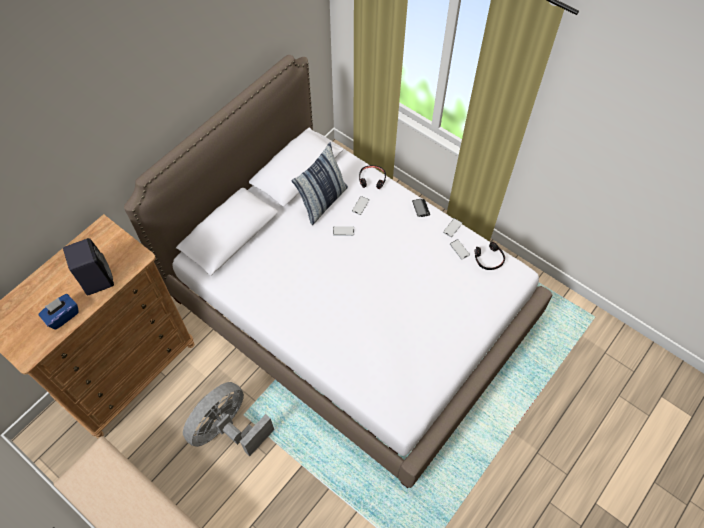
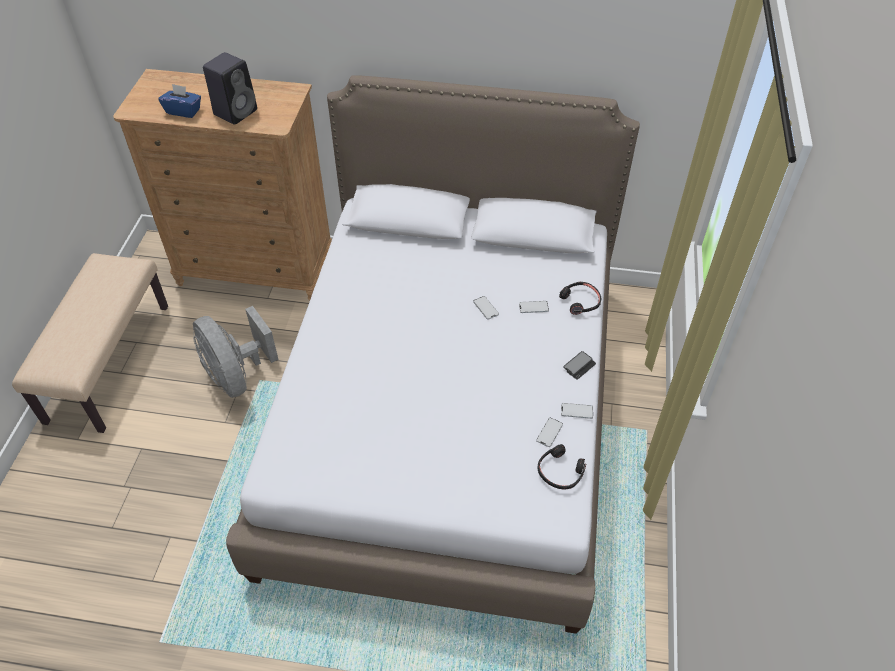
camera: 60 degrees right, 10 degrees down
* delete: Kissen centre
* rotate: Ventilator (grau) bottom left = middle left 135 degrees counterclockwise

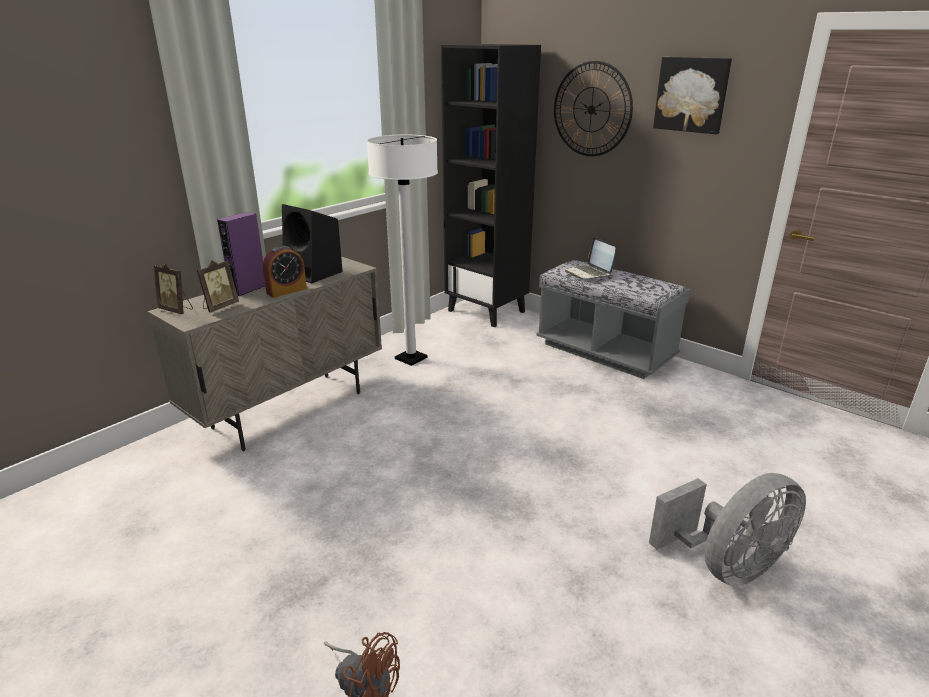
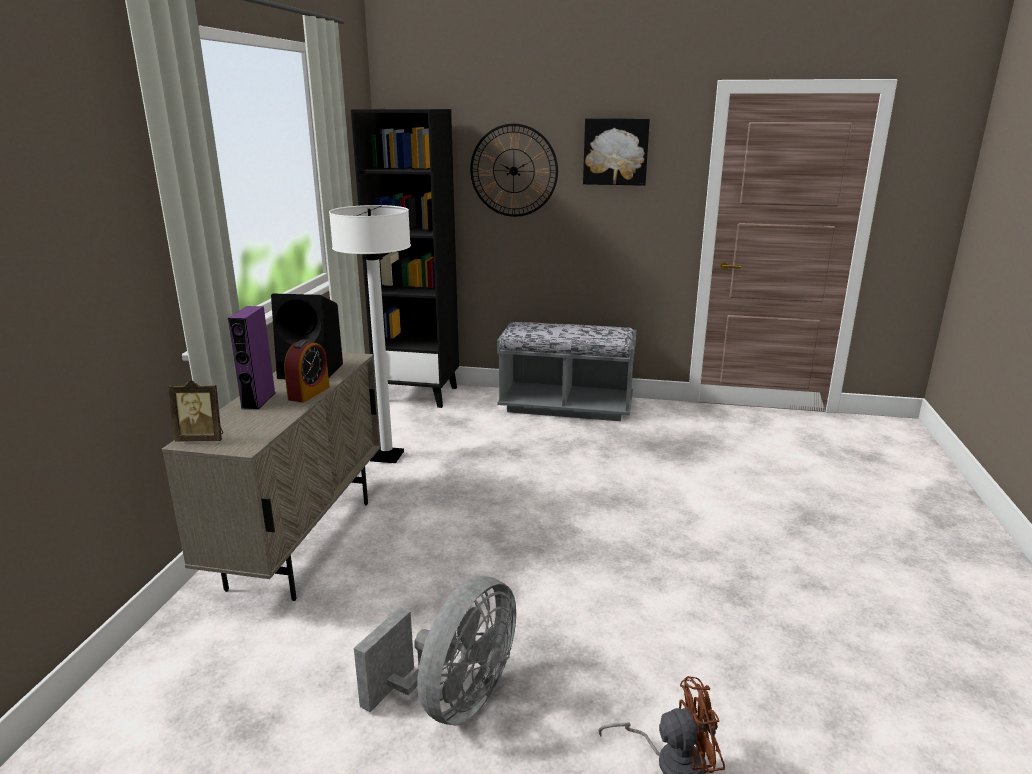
camera: 30 degrees left, 5 degrees down
* delete: Laptop centre
* delete: Bilderrahmen (2nd from left) middle left
* move: Ventilator (grau) bottom right to bottom centre

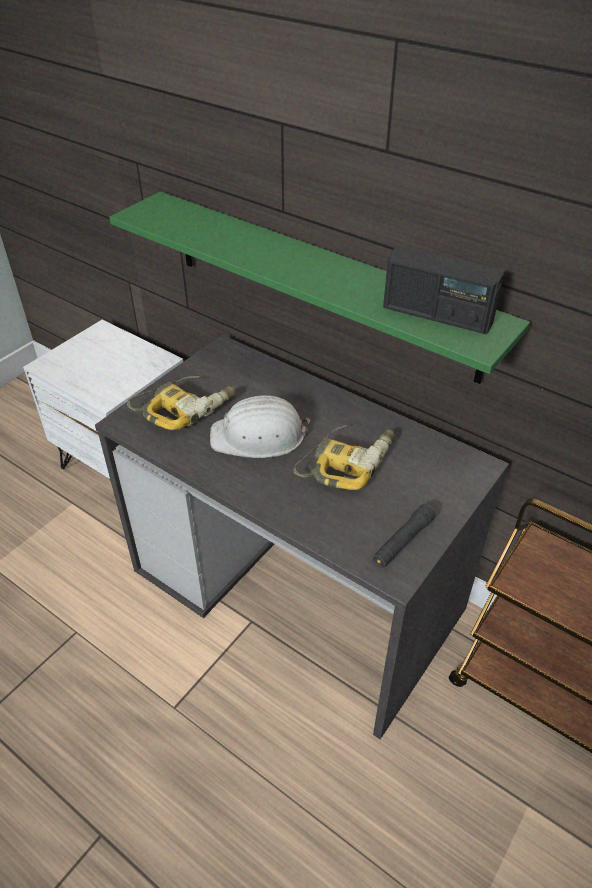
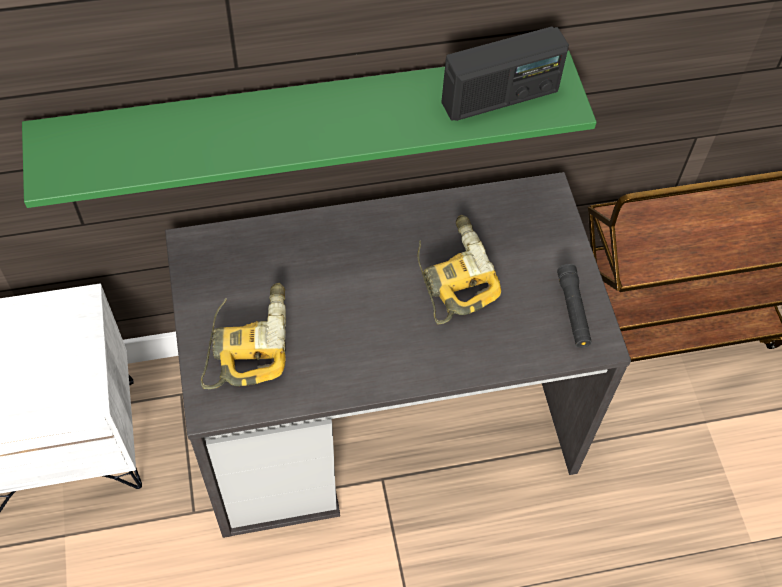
camera: 50 degrees left, 15 degrees up
* delete: Schutzhelm (weiß) centre

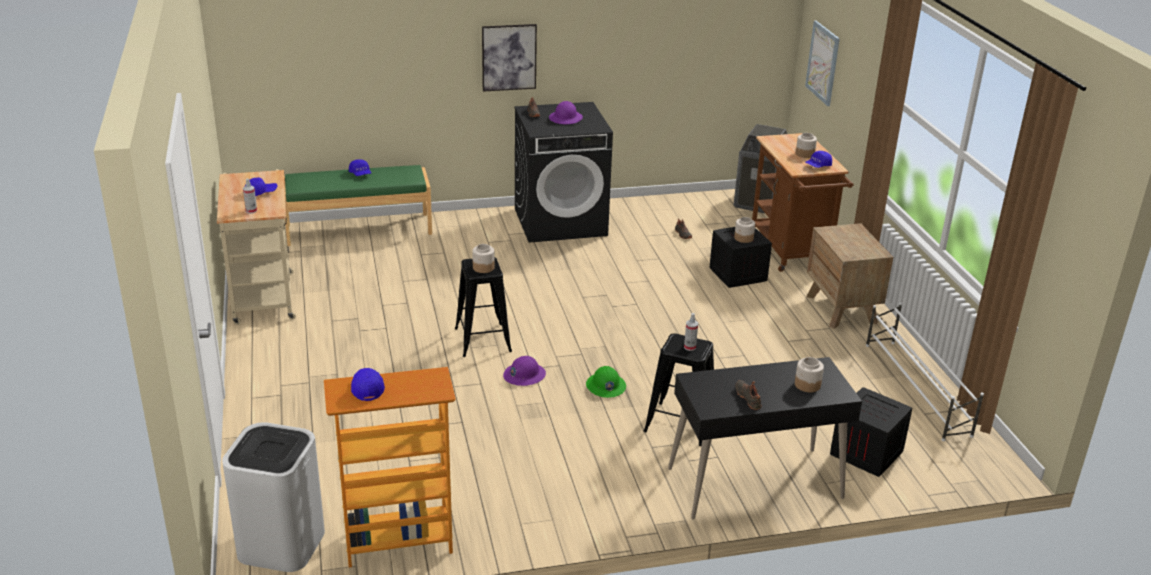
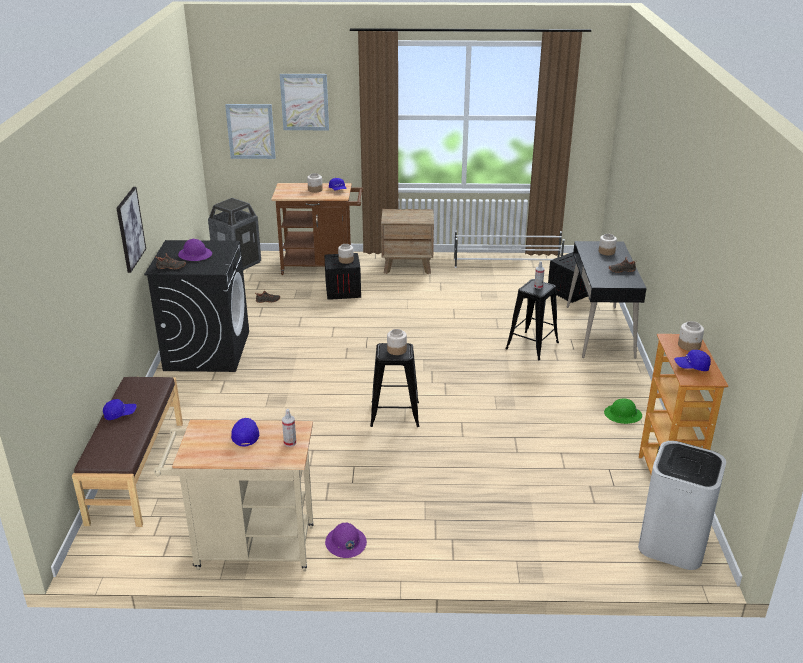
camera: 75 degrees left, 0 degrees up
* recolor: Bank (grün) middle left to Bank (braun) bottom left
* move: Schutzhelm (lila) (1st from left in the first image) centre to Schutzhelm (lila) (2nd from left) bottom centre
* move: Schutzhelm (grün) centre to middle right
* insert: Bild (3rd from left) top centre
* insert: Vorratsglas (5th from left) middle right

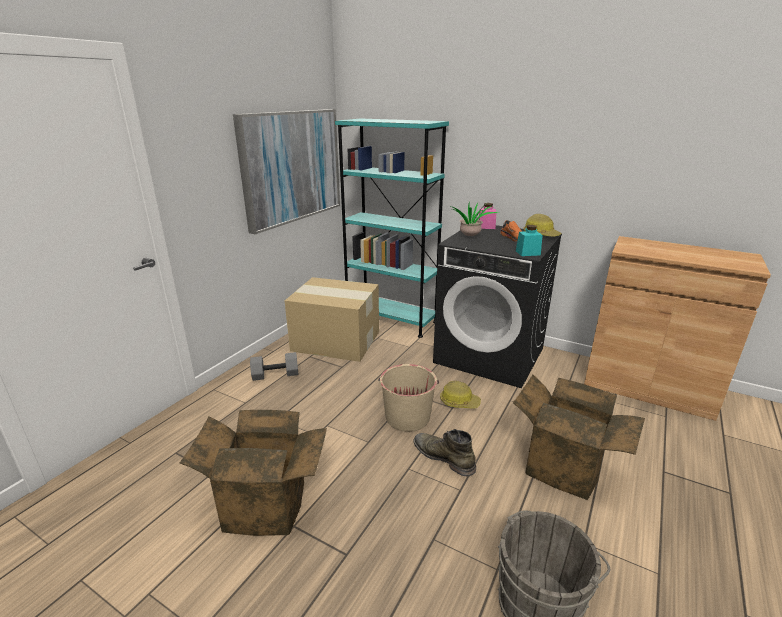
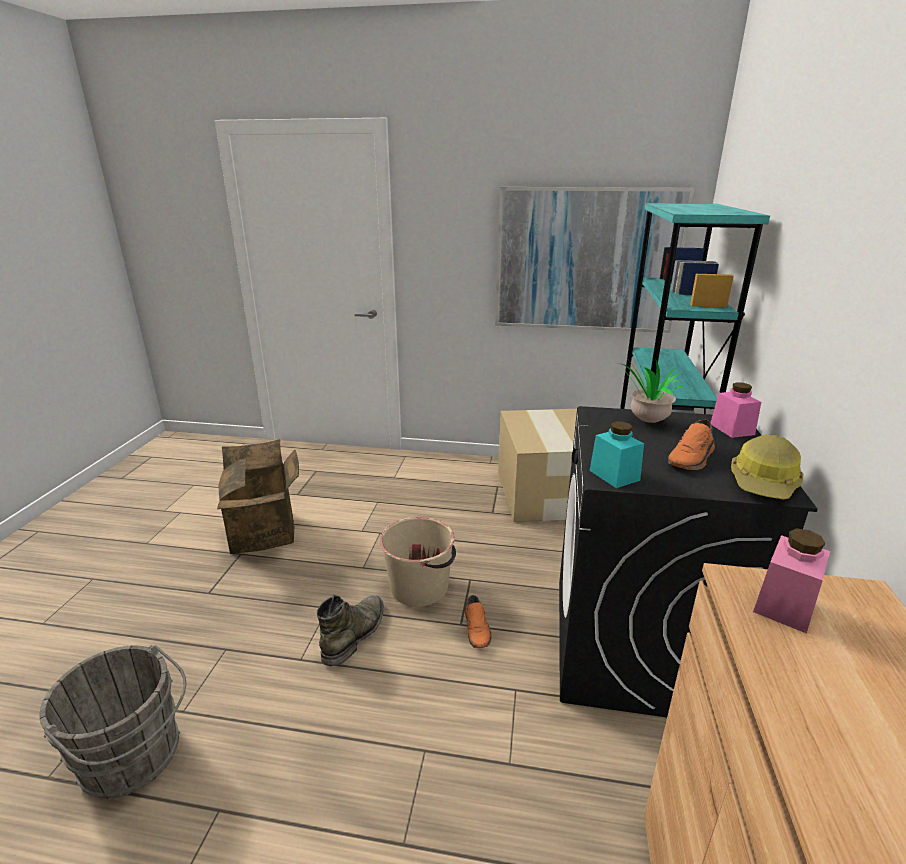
camera: 70 degrees right, 0 degrees up
* delete: Hantel (grau) centre
* delete: Karton (3rd from left) bottom right
* replace: Schutzhelm (1st from left) centre to Schuh (orange) (1st from left) bottom centre
* insert: Vorratsglas (rosa) (2nd from left) bottom right

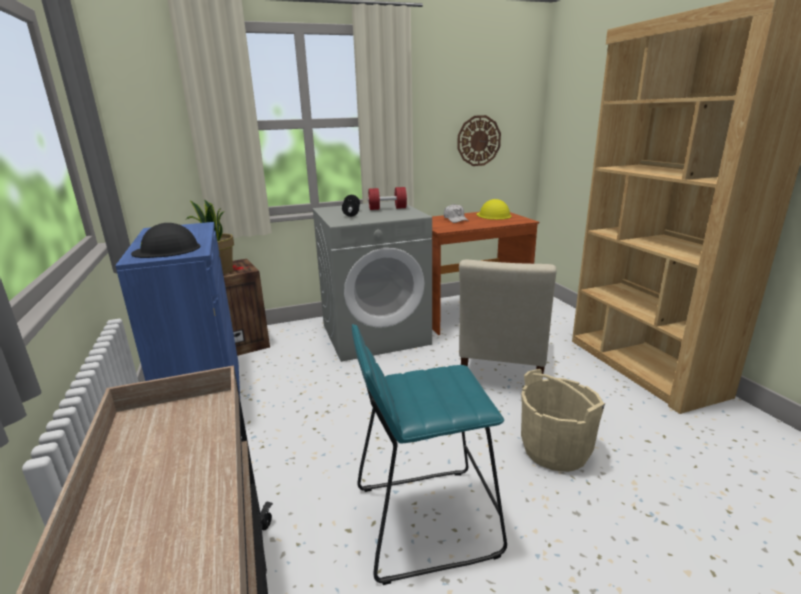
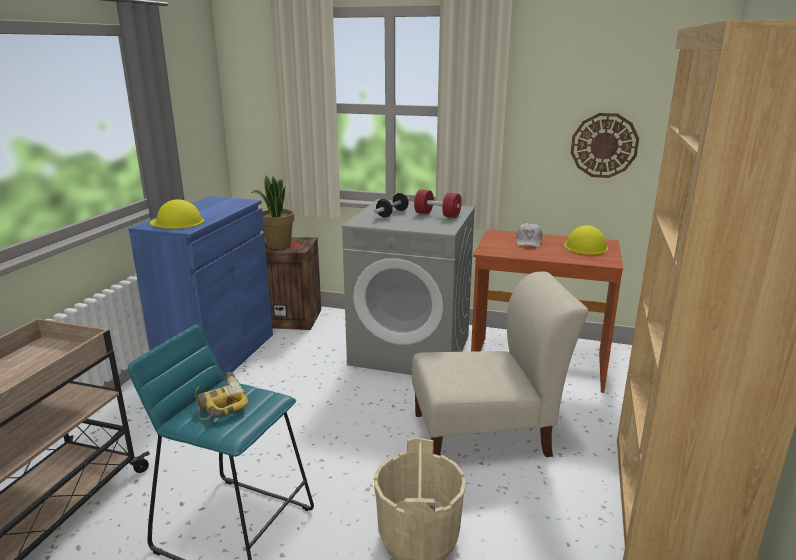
camera: 35 degrees right, 0 degrees up
* recolor: Schutzhelm (schwarz) middle left to Schutzhelm (gelb) (1st from left) middle left
* rotate: Stuhl (beige) centre = centre 150 degrees counterclockwise
* insert: Bohrmaschine bottom left

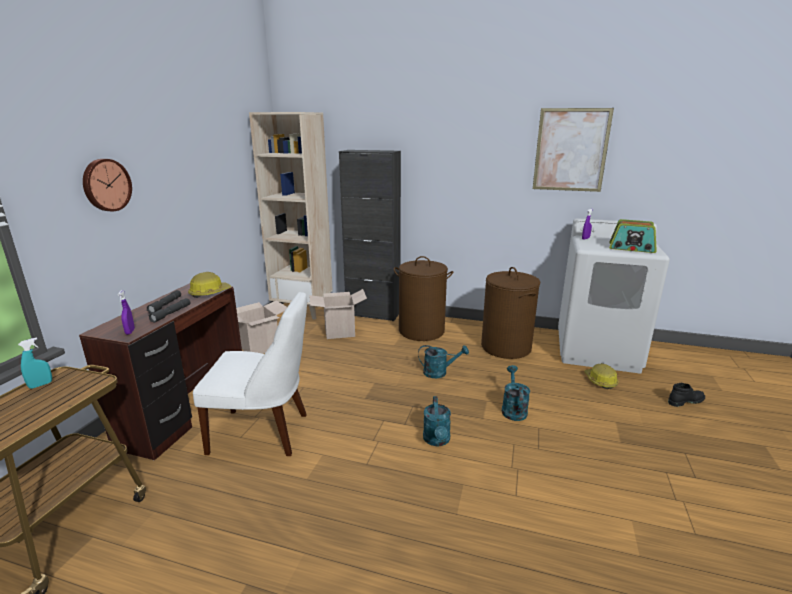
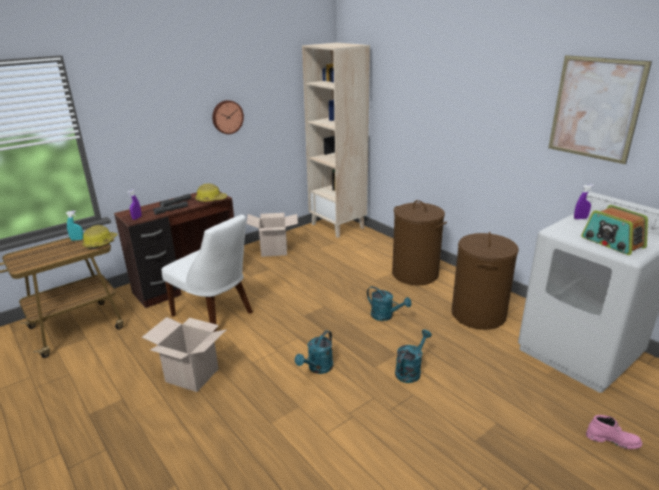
camera: 35 degrees right, 5 degrees up
* delete: Schrank (schwarz) centre
* move: Wanduhr top left to top centre
* move: Karton (2nd from left in the first image) centre to Karton (1st from left) bottom left
* move: Schutzhelm (2nd from left in the first image) middle right to Schutzhelm (1st from left) middle left
* recolor: Stiefel (schwarz) middle right to Stiefel (rosa) bottom right

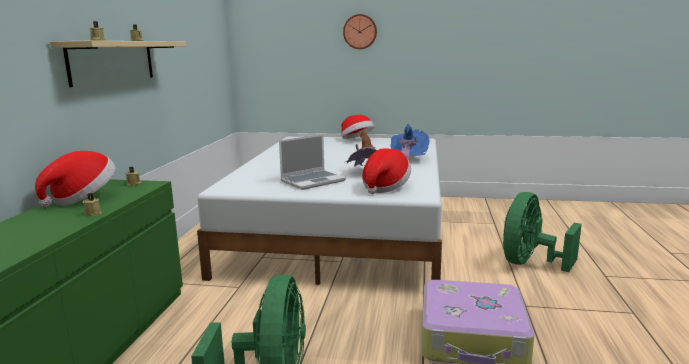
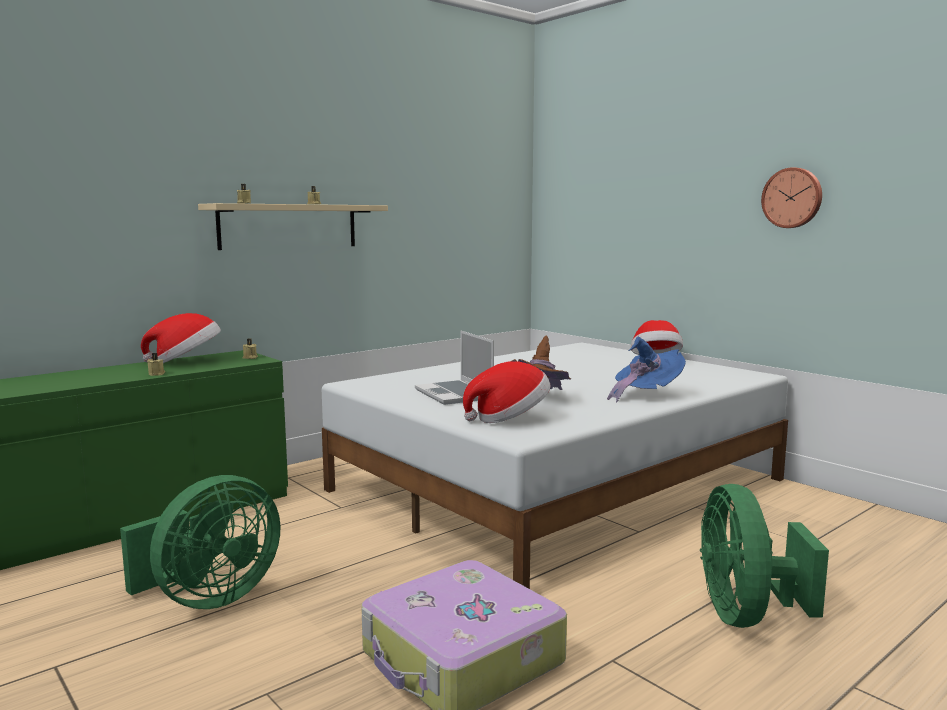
camera: 40 degrees right, 5 degrees down
* move: Wanduhr top centre to top right
* rotate: Laptop centre = centre 60 degrees clockwise
* rotate: Ventilator (grün) (2nd from left) middle right = bottom right 75 degrees counterclockwise

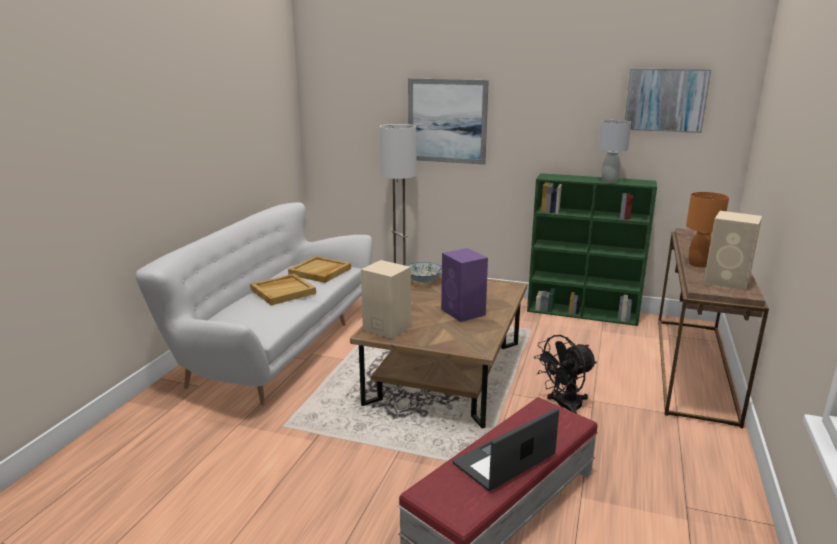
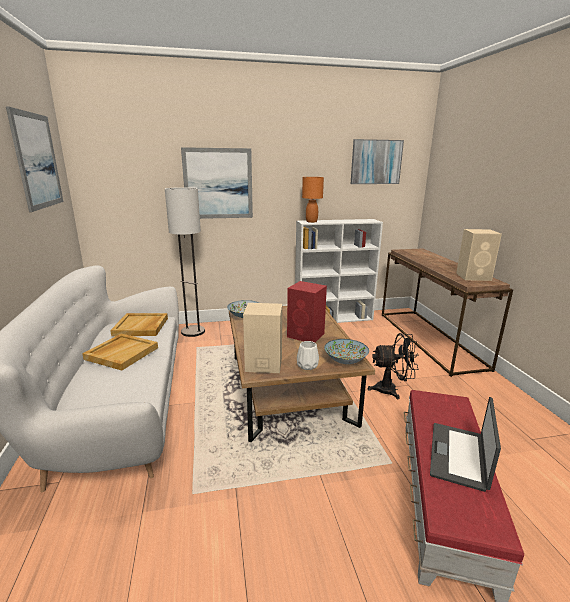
camera: 30 degrees left, 0 degrees up
* delete: Tischlampe (grau) top right
* recolor: Bücherregal (grün) middle right to Bücherregal (weiß) centre
* move: Tischlampe (orange) middle right to top centre
* recolor: Lautsprecher (lila) centre to Lautsprecher (rot) centre
* rotate: Ventilator (schwarz) bottom right = middle right 120 degrees counterclockwise
* insert: Bild (1st from left) top left
* insert: Schüssel (2nd from left) centre
* insert: Vase (weiß) centre

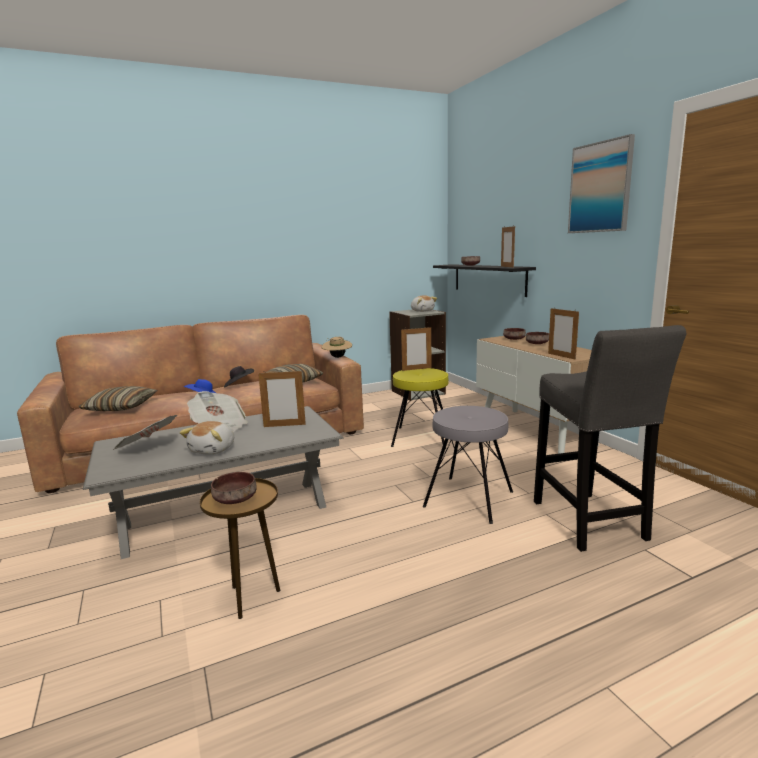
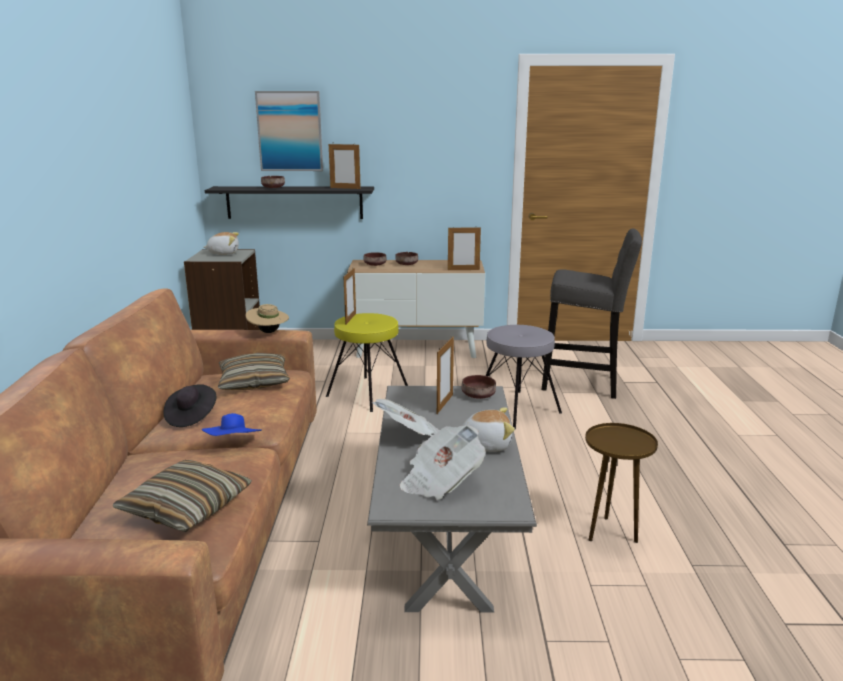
camera: 65 degrees left, 5 degrees up
* move: Bild top right to top centre
* rotate: Plüschtier (1st from left in the first image) middle left = centre 45 degrees counterclockwise
* move: Schüssel (braun) (1st from left in the first image) middle left to Schüssel (braun) (4th from left) centre

